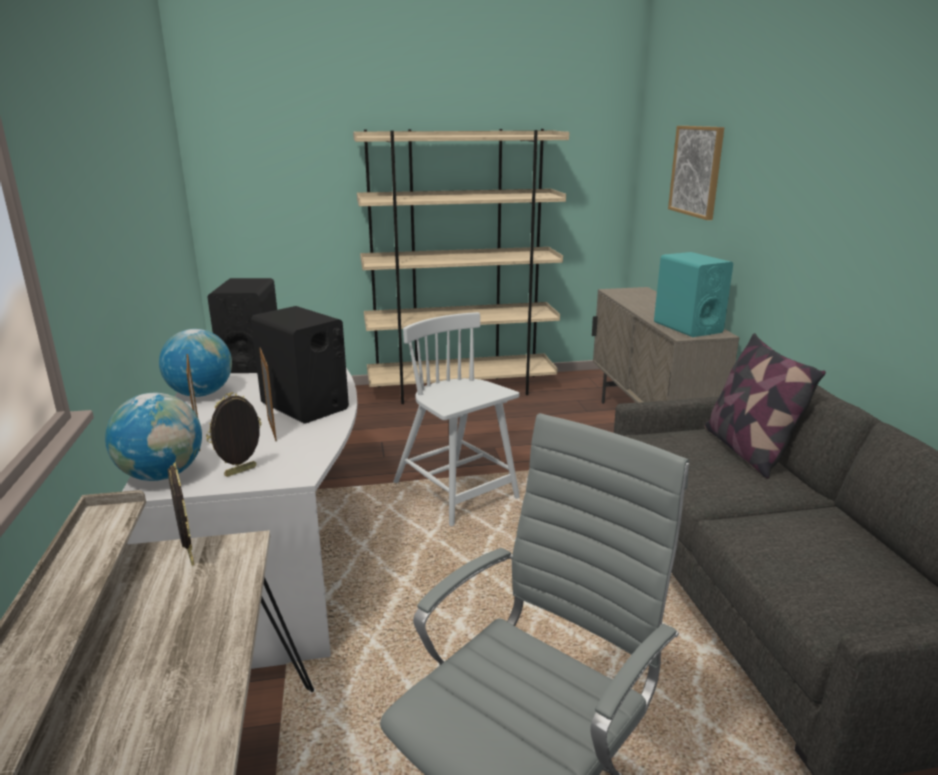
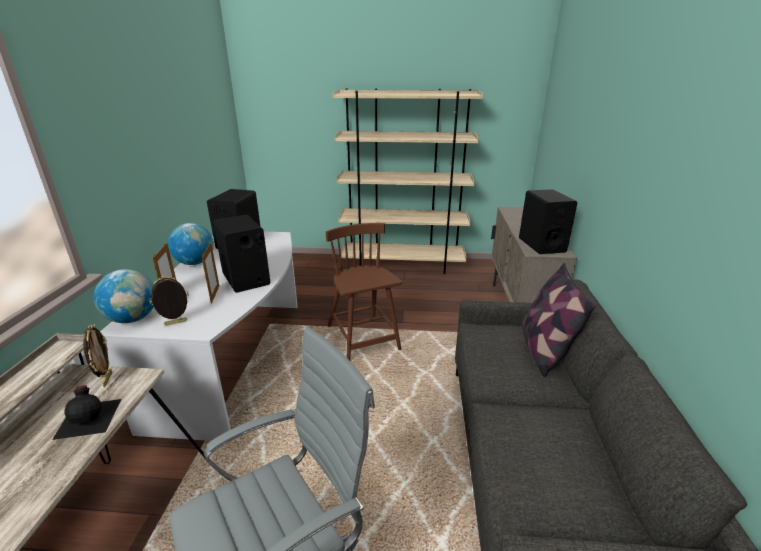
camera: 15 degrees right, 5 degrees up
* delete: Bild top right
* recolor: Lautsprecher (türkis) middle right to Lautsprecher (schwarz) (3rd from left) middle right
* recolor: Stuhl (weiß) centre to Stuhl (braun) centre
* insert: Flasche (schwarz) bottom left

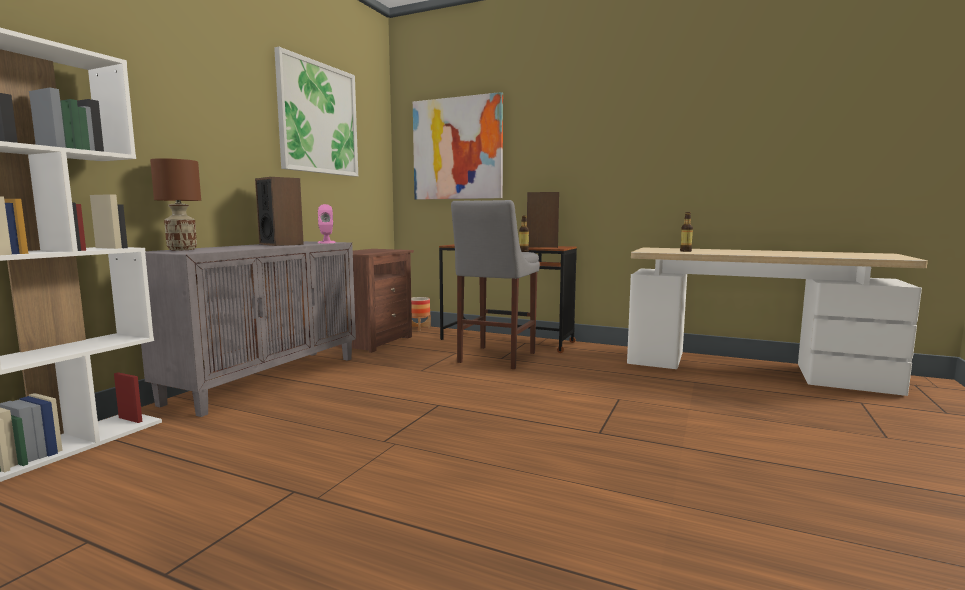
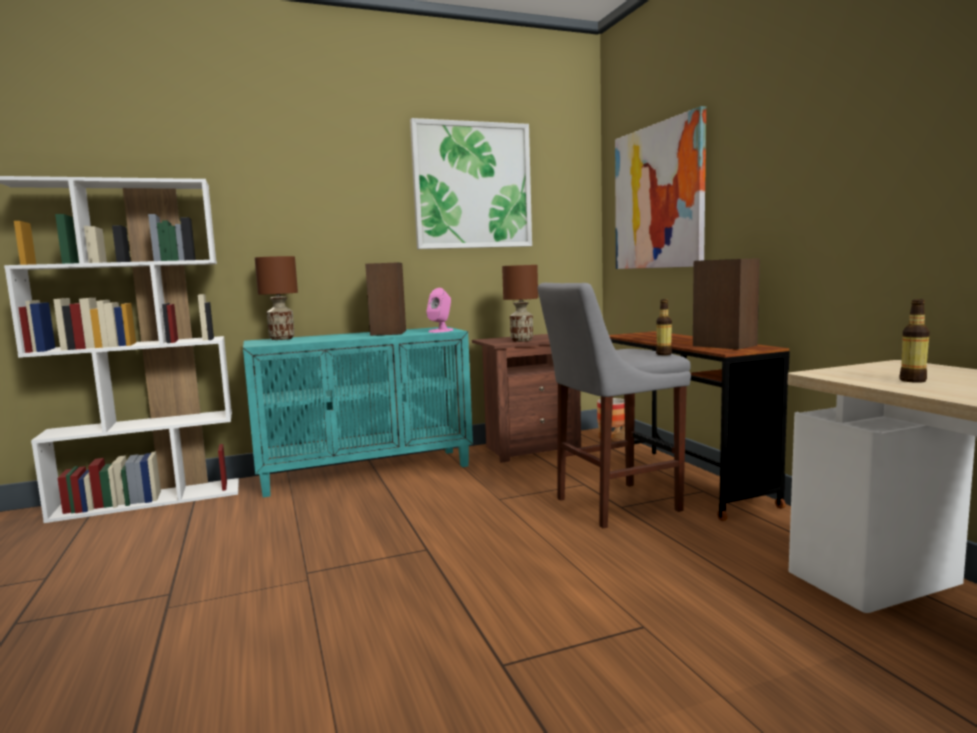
camera: 45 degrees right, 0 degrees up
* recolor: Schrank (grau) middle left to Schrank (türkis) centre
* insert: Tischlampe (braun) (2nd from left) centre

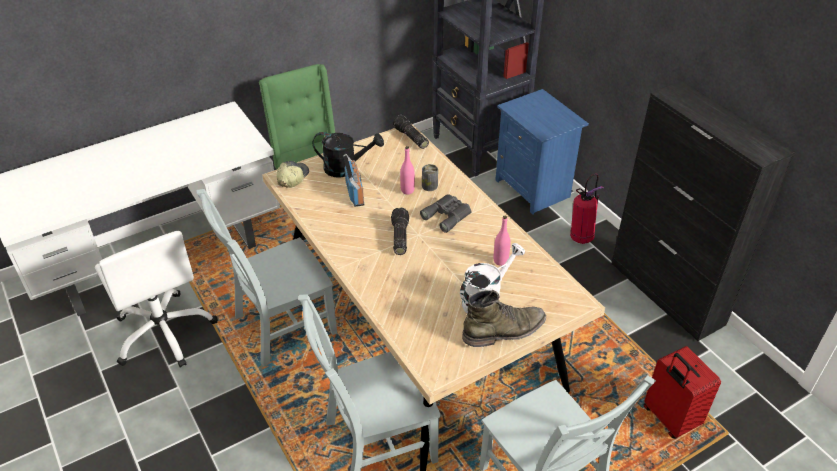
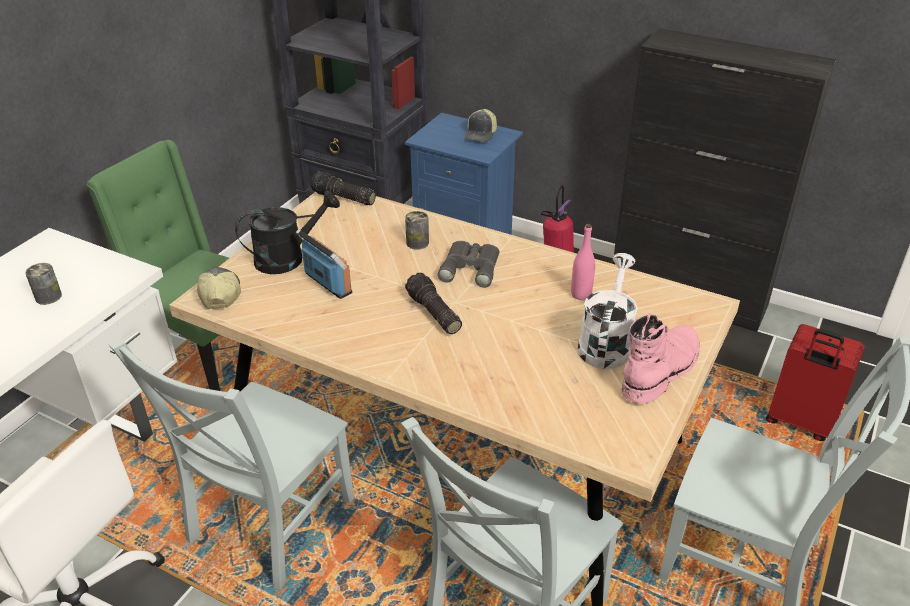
camera: 30 degrees left, 5 degrees down
* delete: Flasche (rosa) (1st from left) centre
* recolor: Stiefel (grün) bottom centre to Stiefel (rosa) middle right
* insert: Kappe (2nd from left) top centre
* insert: Dose (1st from left) middle left

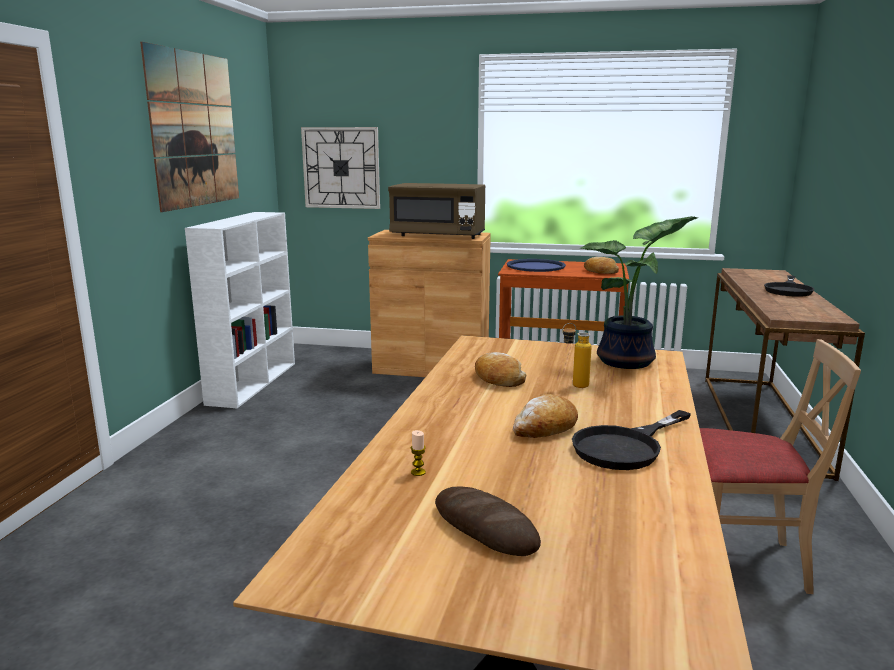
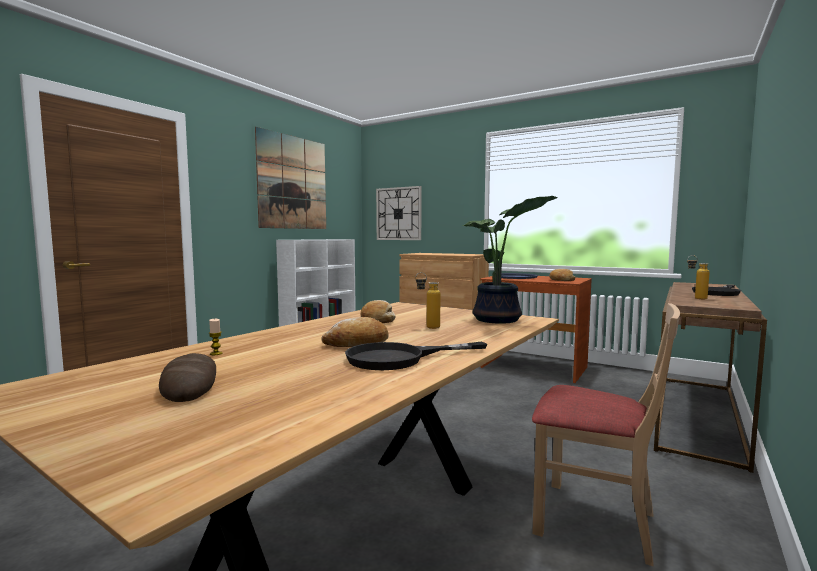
camera: 20 degrees right, 10 degrees down
* delete: Mikrowelle (braun) top centre
* insert: Flasche (2nd from left) middle right

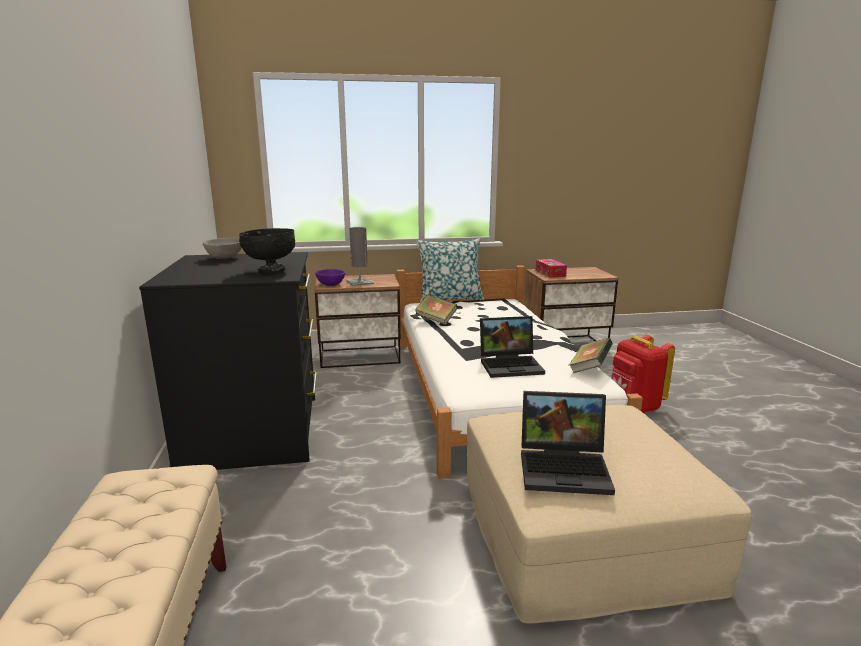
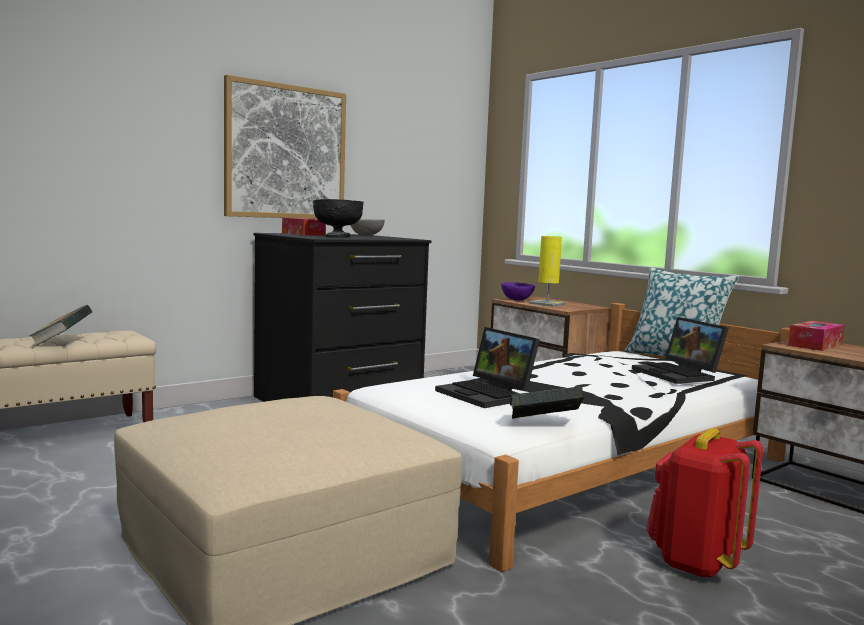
camera: 60 degrees right, 10 degrees down
* recolor: Tischlampe (grau) centre to Tischlampe (gelb) centre
* move: Buch (1st from left) centre to middle left
* move: Laptop (2nd from left) bottom centre to middle right
* insert: Bild top left
* insert: Taschentuchbox (1st from left) centre

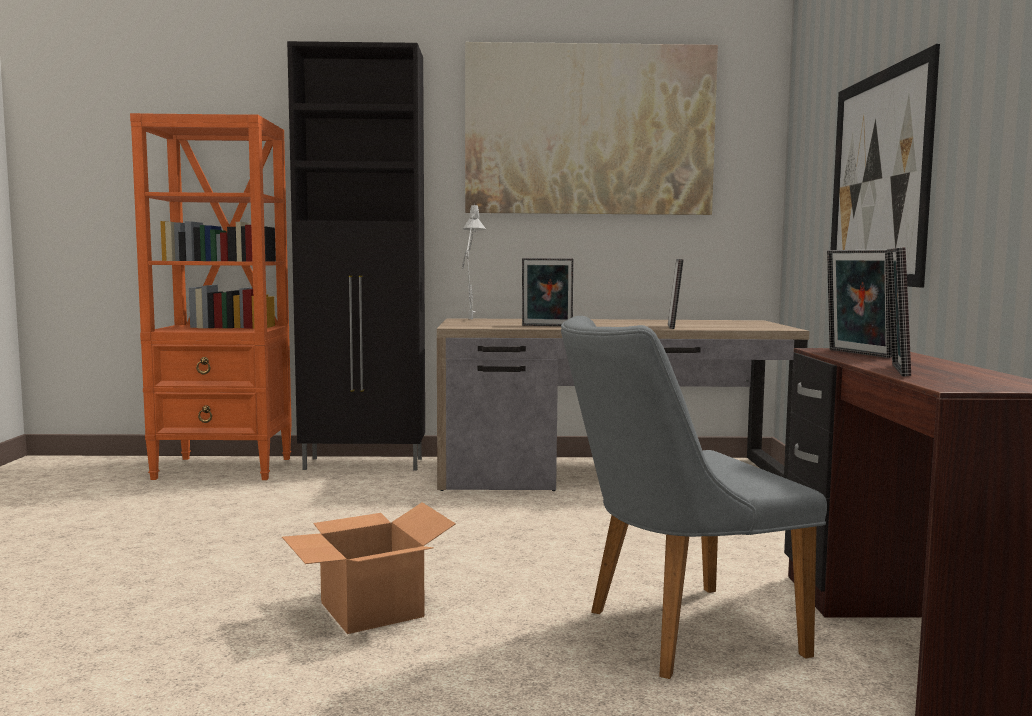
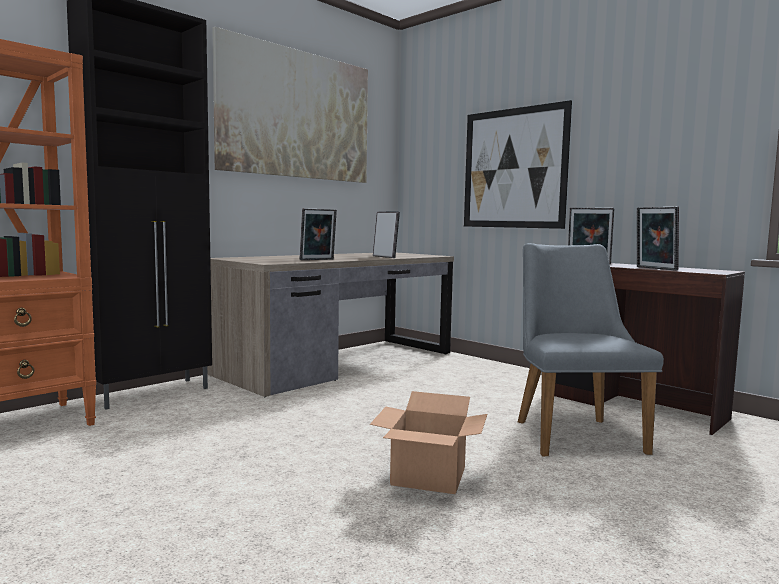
camera: 45 degrees left, 0 degrees up
* delete: Tischlampe (grau) centre
* rotate: Stuhl (grau) bottom right = middle right 150 degrees clockwise

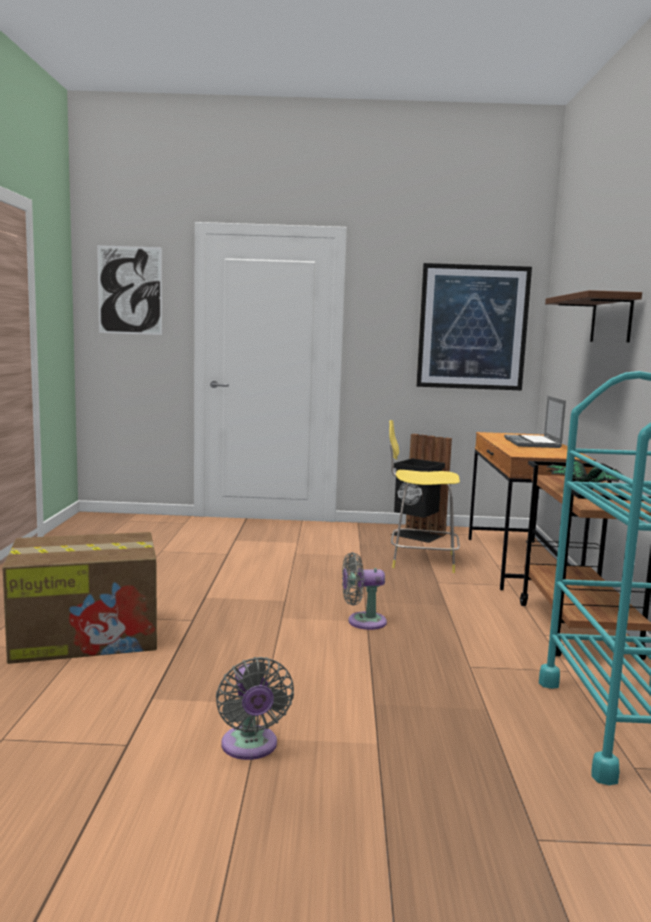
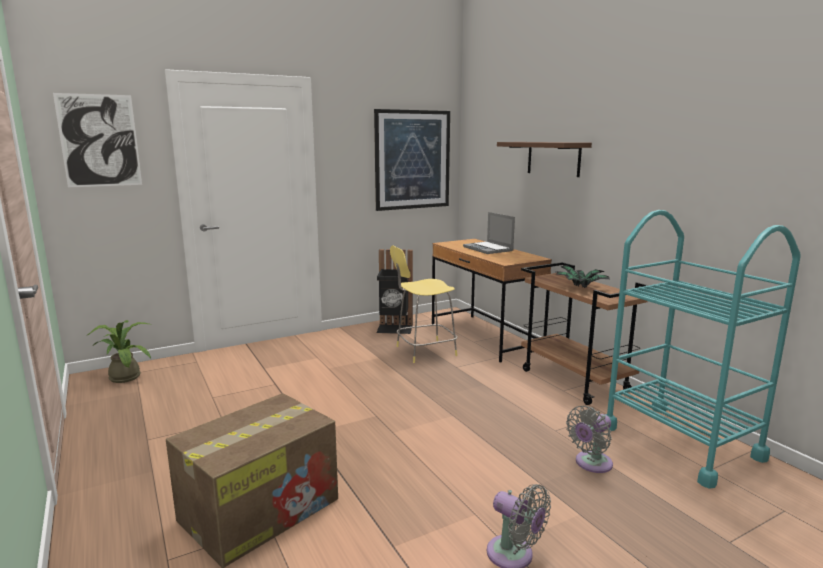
camera: 30 degrees left, 5 degrees up
* move: Ventilator (grau) (2nd from left) centre to bottom right
* insert: Topfpflanze (1st from left) middle left

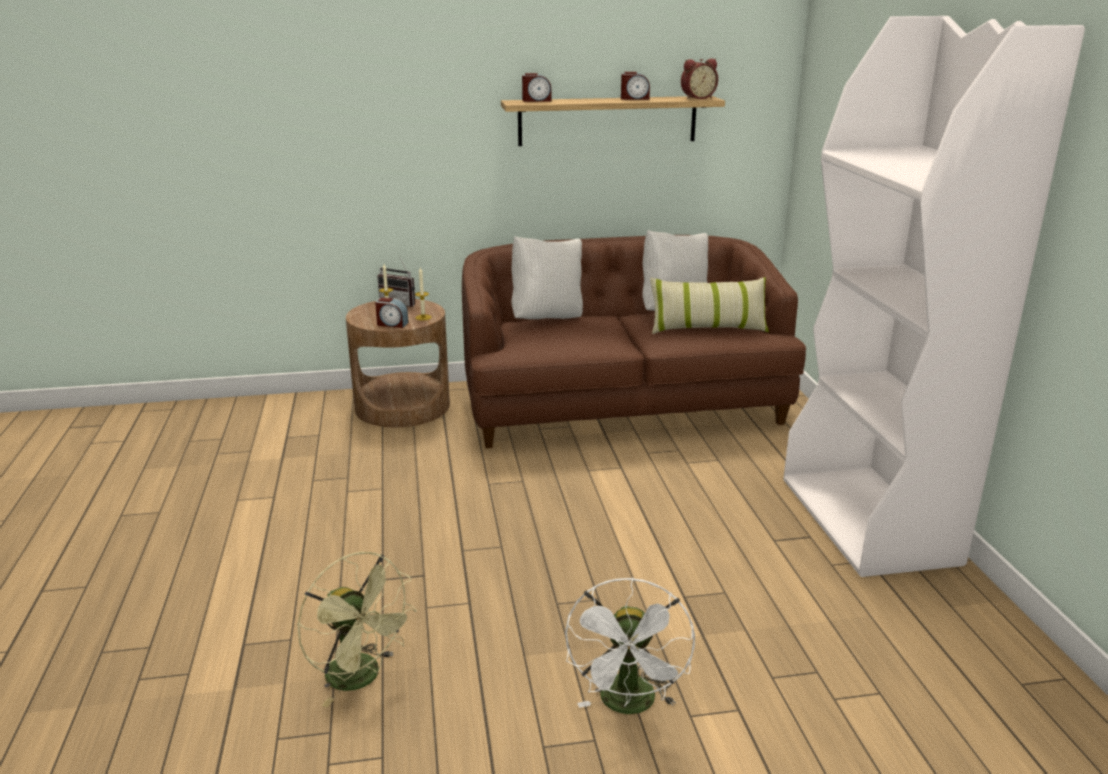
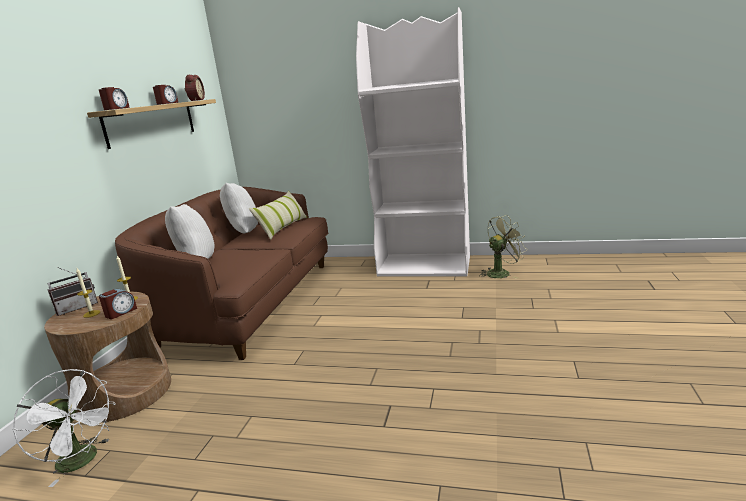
camera: 65 degrees left, 5 degrees down
* move: Ventilator (grün) bottom left to middle right
* move: Ventilator (weiß) bottom centre to bottom left

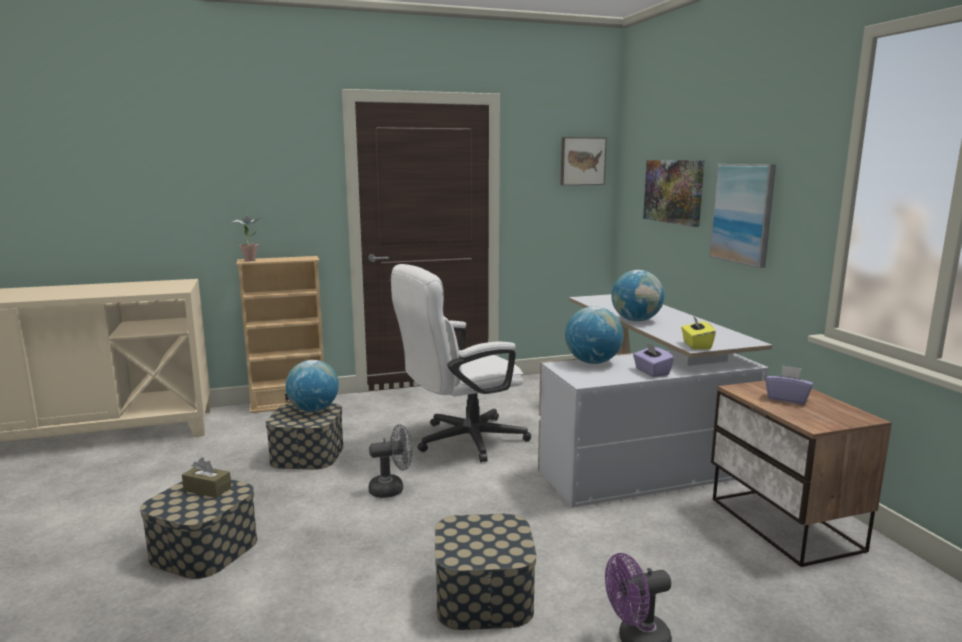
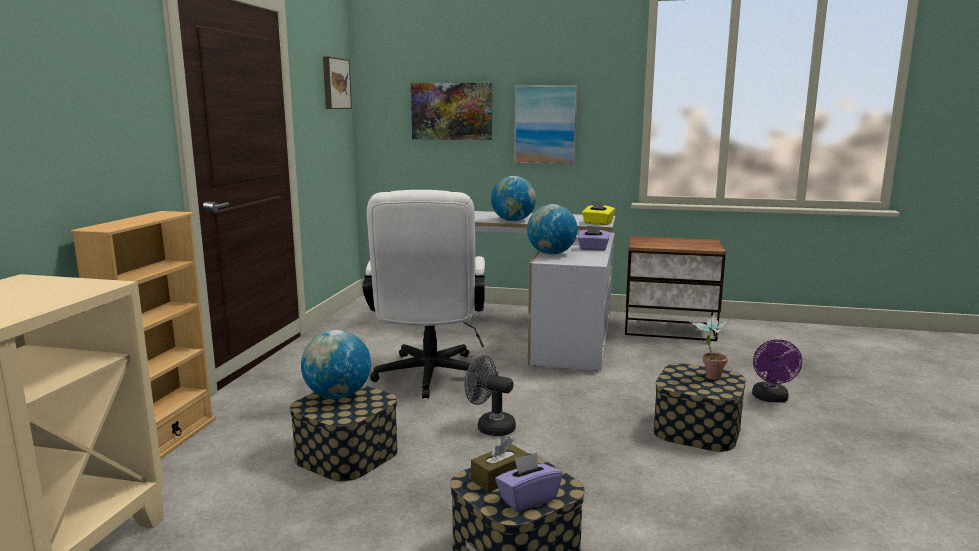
camera: 60 degrees left, 0 degrees up
* move: Topfpflanze middle left to middle right
* move: Taschentuchbox (lila) (2nd from left in the first image) middle right to Taschentuchbox (lila) (1st from left) bottom centre
* rotate: Ventilator (grau) bottom centre = bottom centre 75 degrees counterclockwise

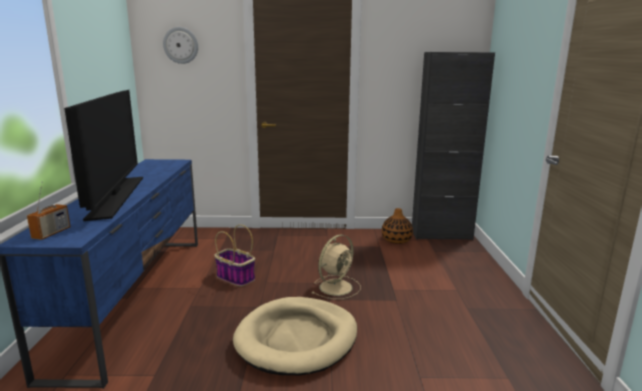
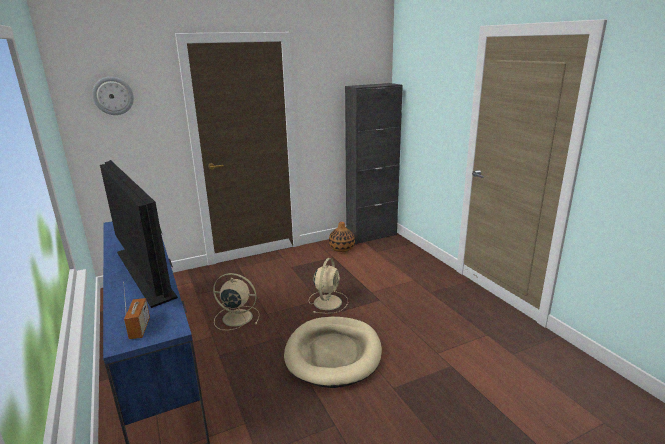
camera: 25 degrees left, 5 degrees up
* replace: Korb centre to Ventilator (beige) (1st from left) bottom centre

